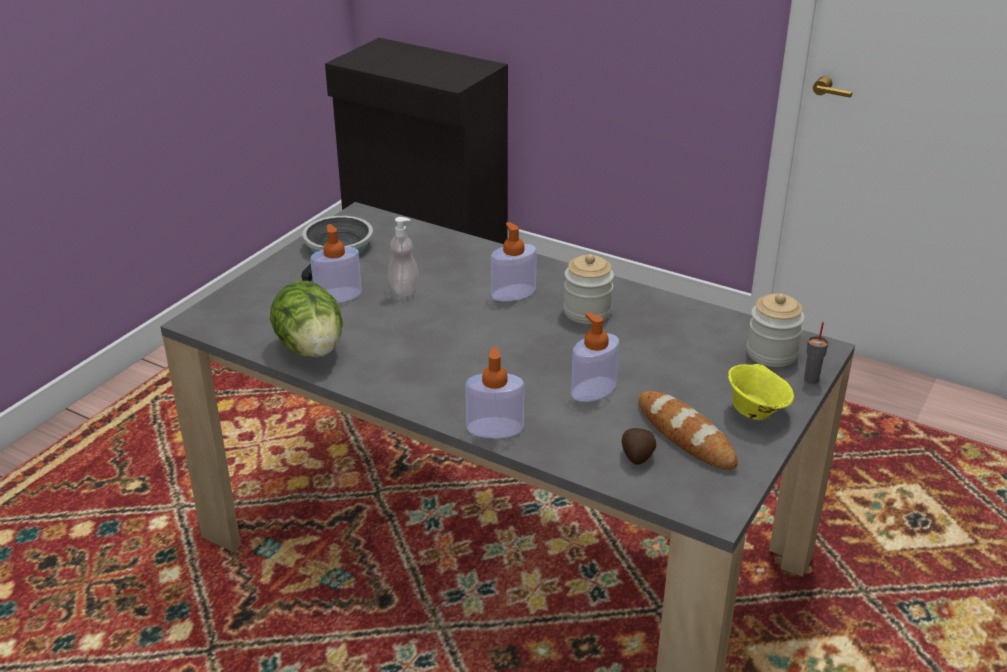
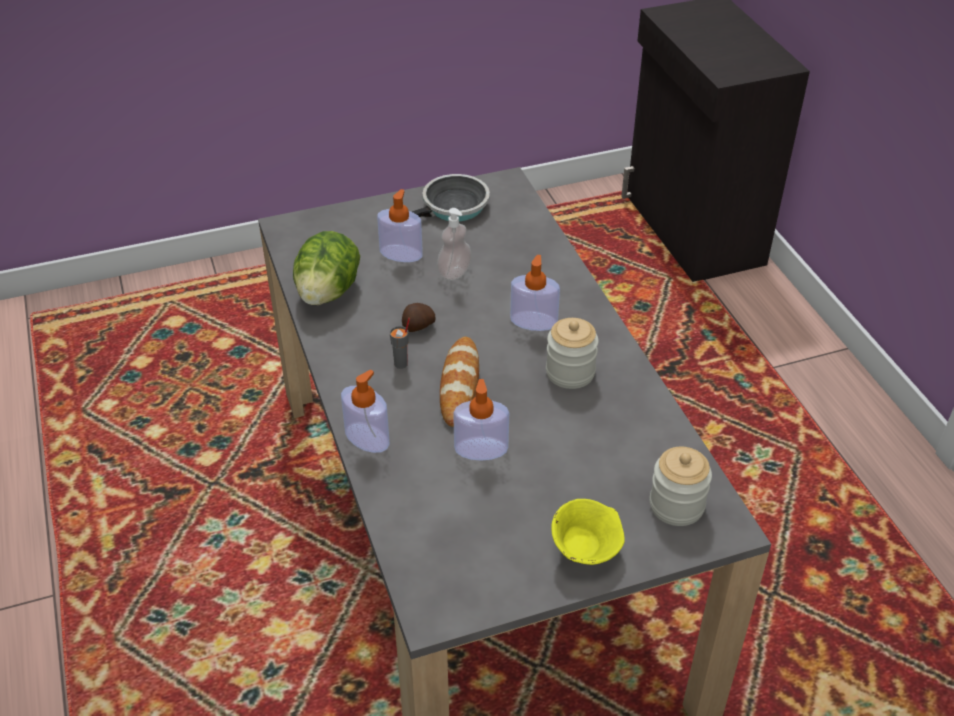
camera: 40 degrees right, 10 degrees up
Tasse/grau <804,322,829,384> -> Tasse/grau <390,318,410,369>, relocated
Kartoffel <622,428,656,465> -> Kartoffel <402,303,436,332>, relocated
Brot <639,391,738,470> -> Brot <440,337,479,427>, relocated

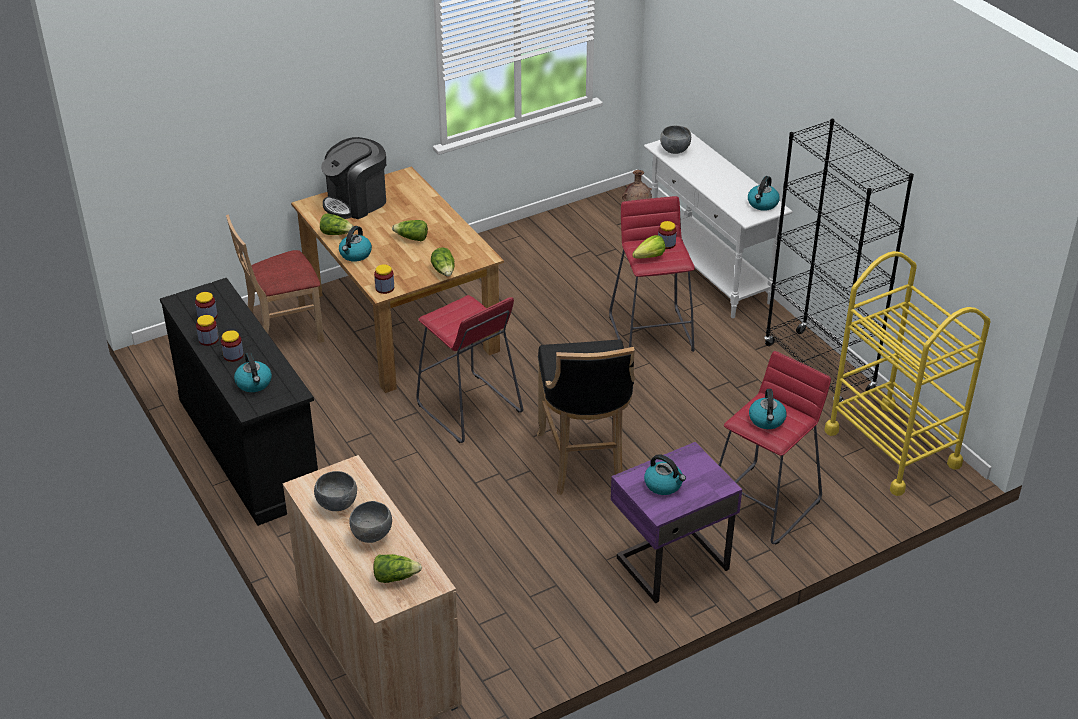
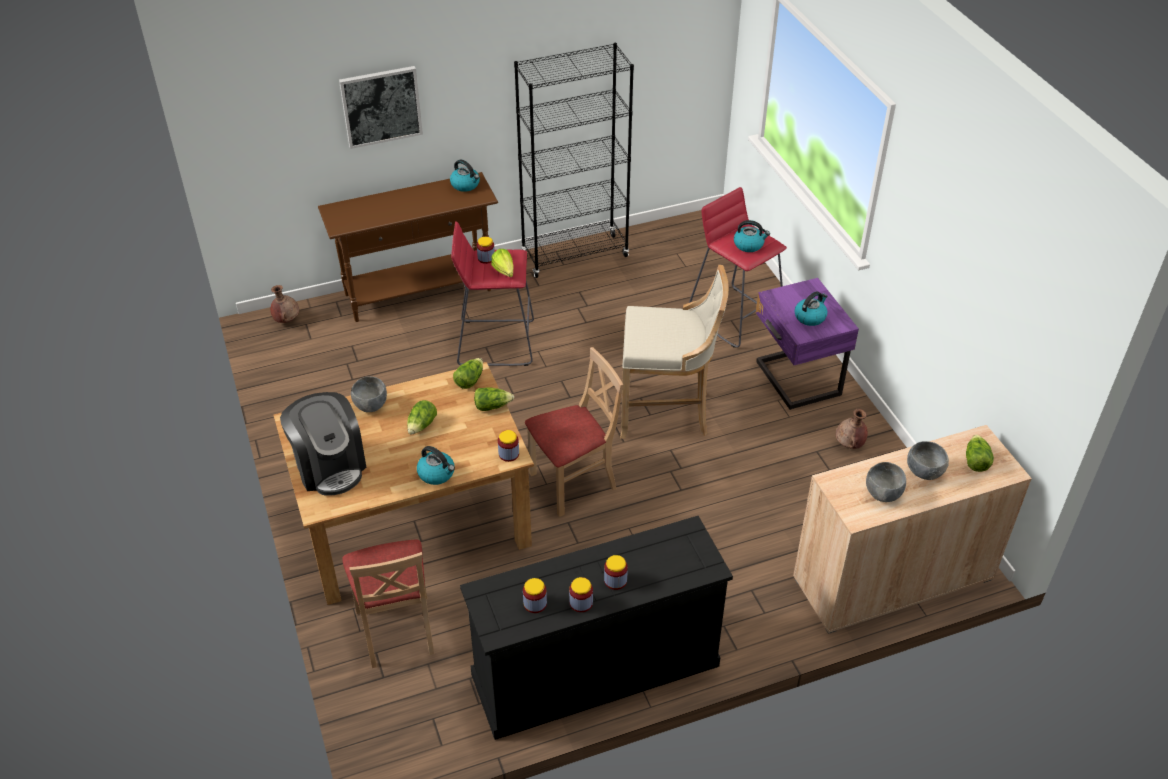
camera: 80 degrees left, 5 degrees up
Konsolentisch/weiß <644,132,793,318> -> Konsolentisch/braun <318,172,498,322>
none -> Bild <339,66,423,149>
Schüssel/grau <660,125,691,154> -> Schüssel/grau <351,376,387,412>, relocated
Salatkopf <320,213,354,235> -> Salatkopf <453,358,483,389>, relocated
Hocker/rot <416,295,523,443> -> Stuhl/beige <525,347,623,517>
Hocker/schwarz <537,340,635,495> -> Hocker/beige <620,265,729,439>
none -> Vase/braun <836,409,868,449>
Wasserkessel <234,352,272,392> -> none
Rollwagen/gelb <824,251,991,496> -> none

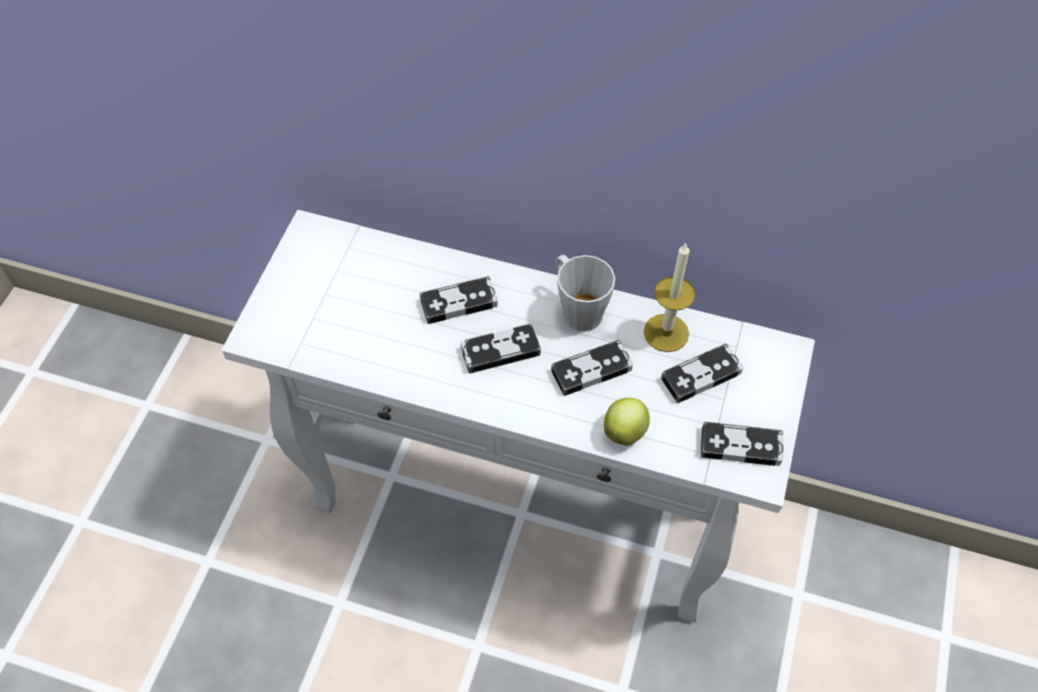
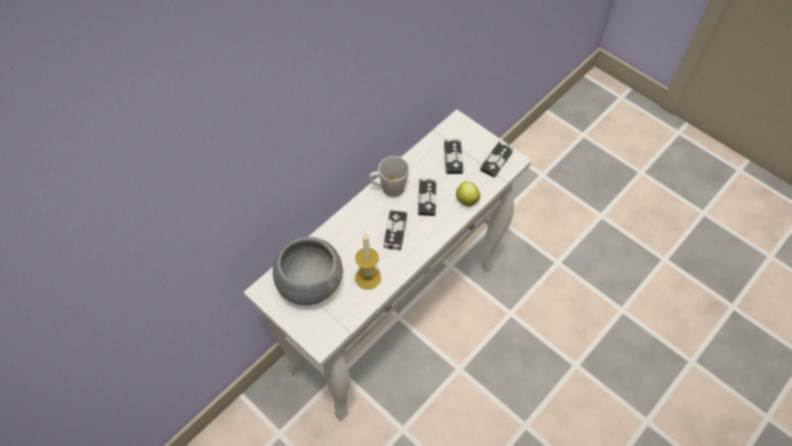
camera: 65 degrees left, 0 degrees up
none -> Schüssel/grau <273,237,343,305>
Kerze <644,242,695,352> -> Kerze <355,233,381,290>, relocated
Gamepad <420,276,498,324> -> none

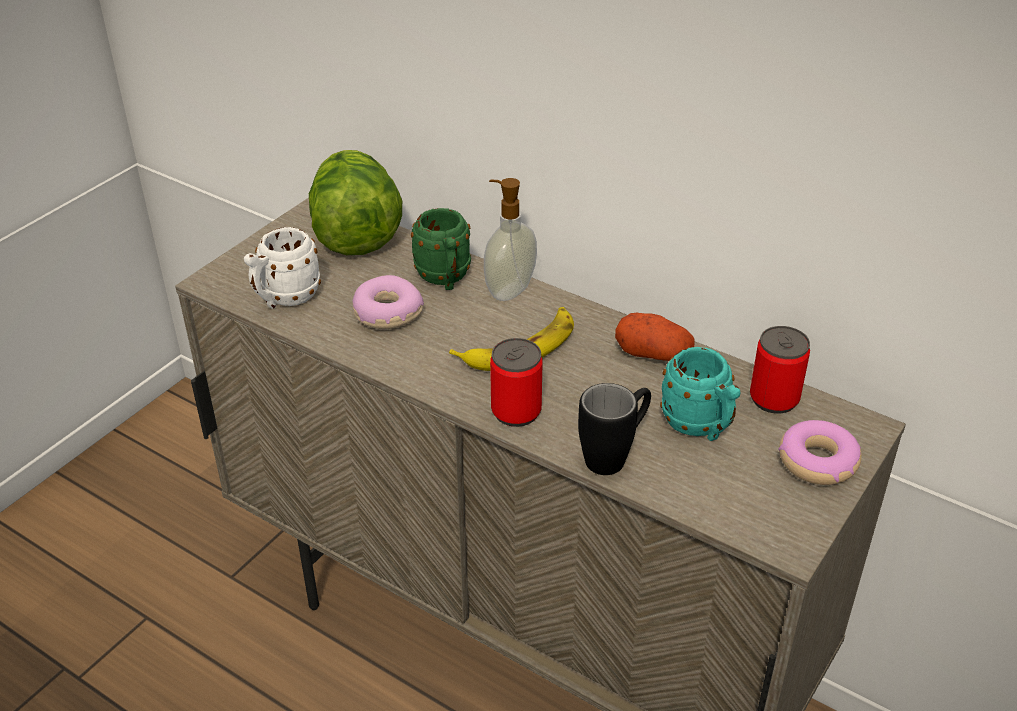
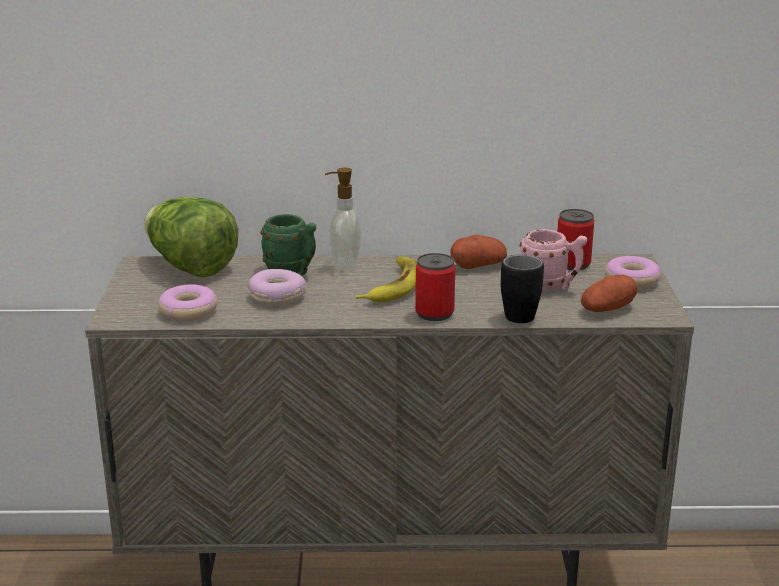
camera: 35 degrees left, 15 degrees down
Henkelbecher/weiß <244,227,321,309> -> Donut <158,285,217,321>
Henkelbecher/türkis <660,347,741,441> -> Henkelbecher/rosa <519,229,587,291>
none -> Kartoffel <581,274,638,312>

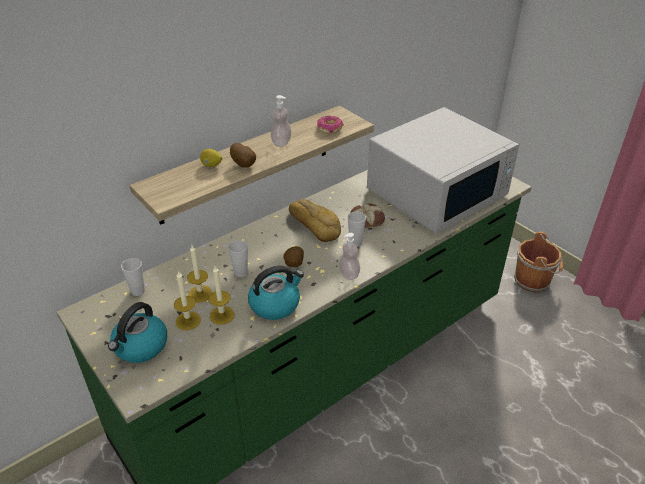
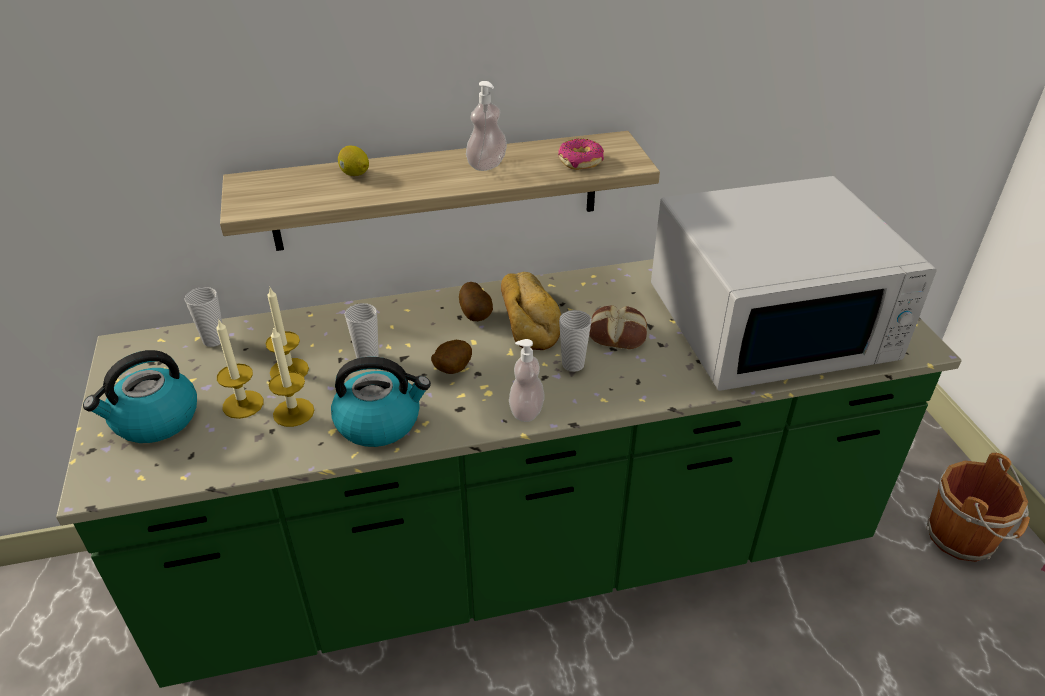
camera: 25 degrees right, 0 degrees up
Kartoffel <230,143,256,168> -> Kartoffel <459,282,493,321>, relocated

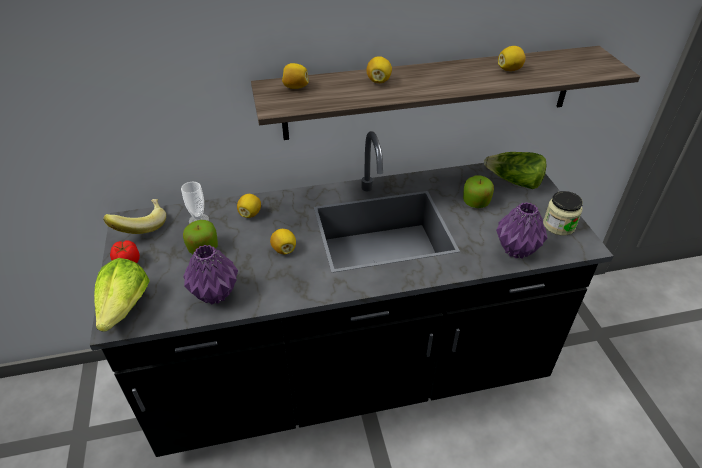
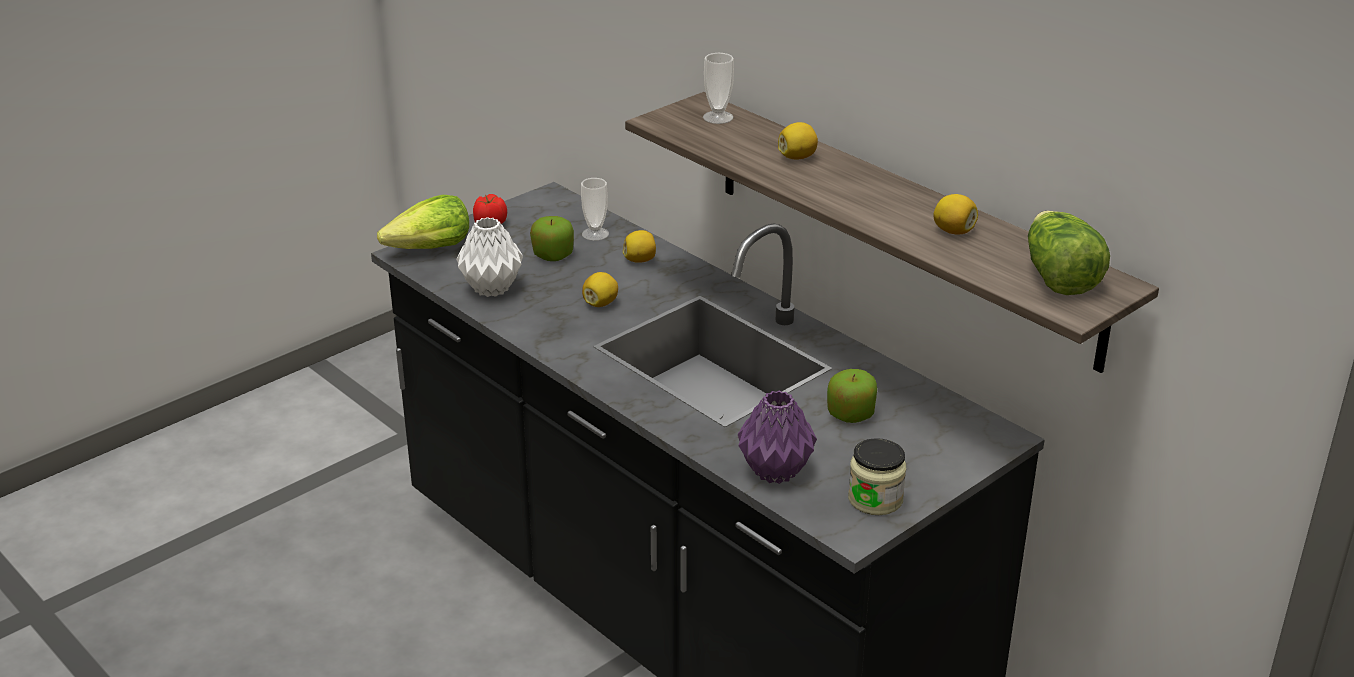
camera: 60 degrees right, 10 degrees down
Vase/lila <183,245,238,305> -> Vase/weiß <456,217,523,297>
Zitrone <282,63,309,89> -> Tasse <703,53,734,124>
Salatkopf <484,152,547,189> -> Salatkopf <1028,211,1110,295>, relocated
Banane <103,199,166,234> -> none

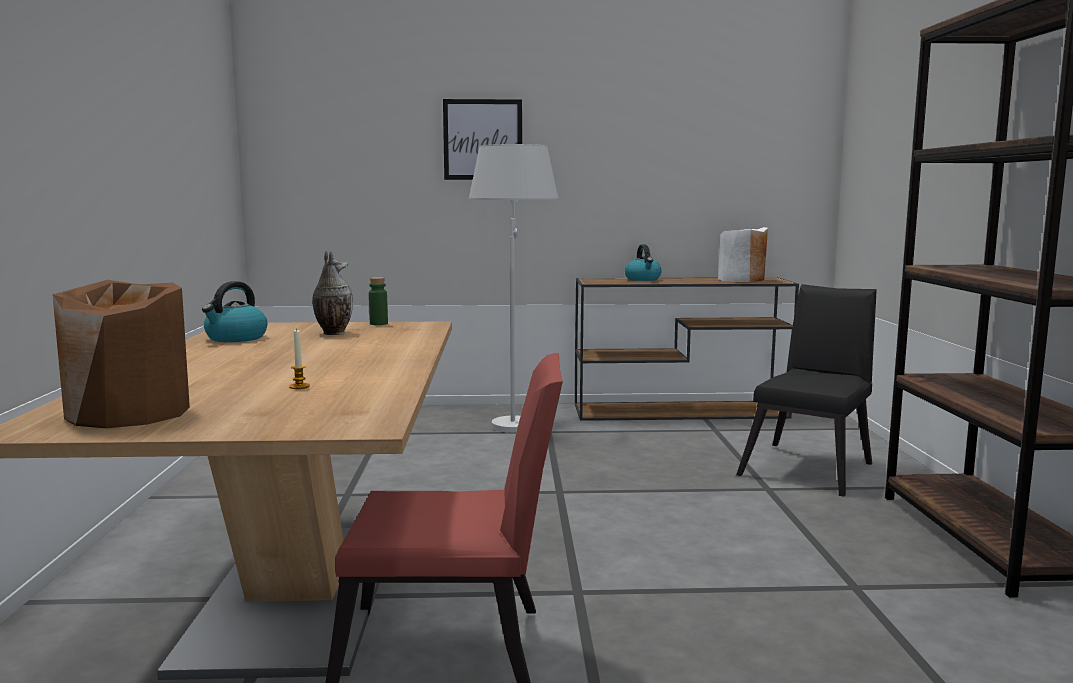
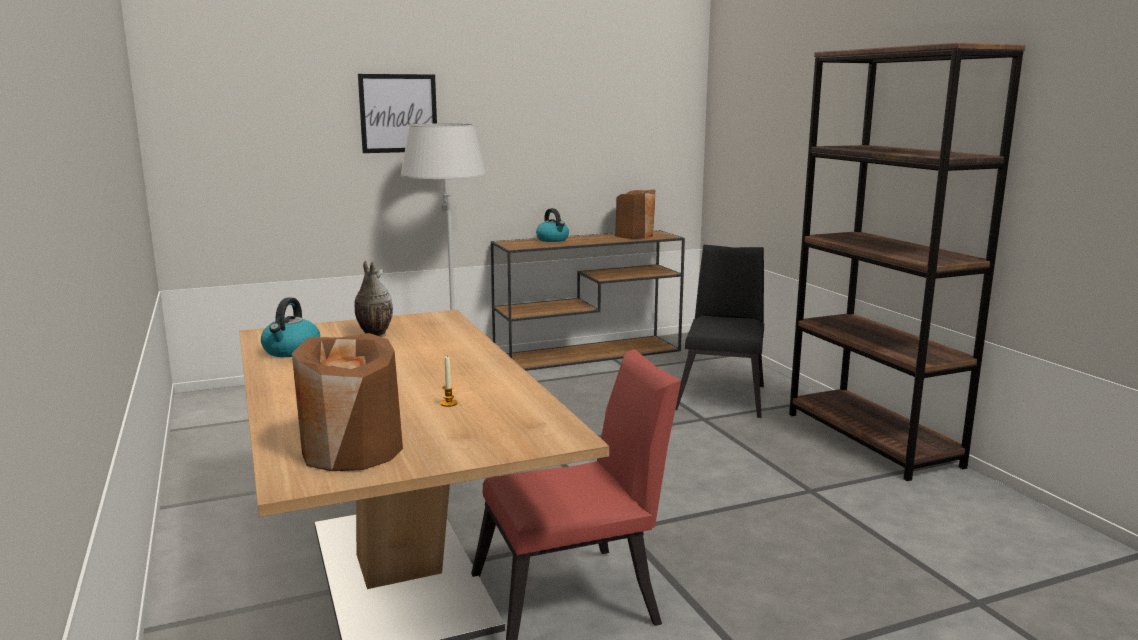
camera: 20 degrees left, 5 degrees up
Vase/weiß <718,227,768,282> -> Vase/braun <615,189,656,239>
Flasche/grün <369,277,388,325> -> none

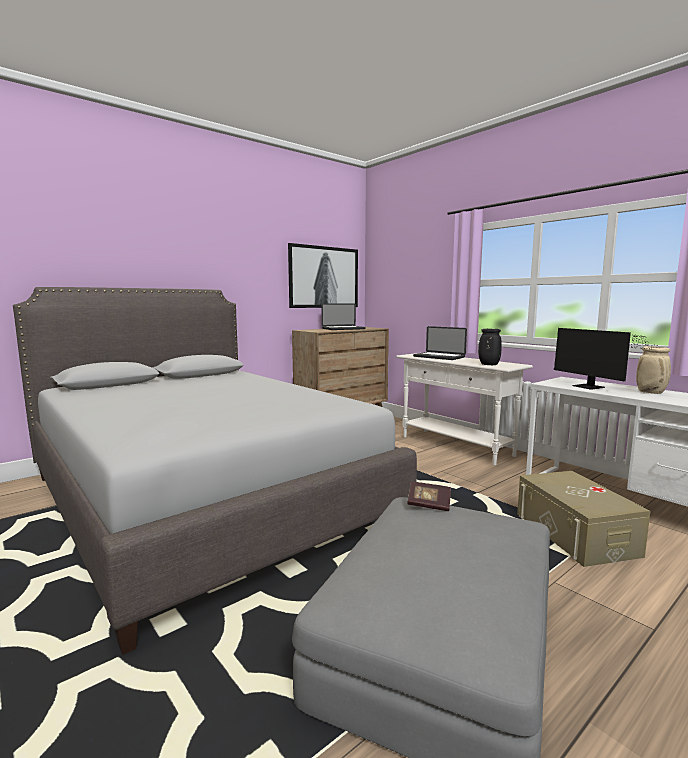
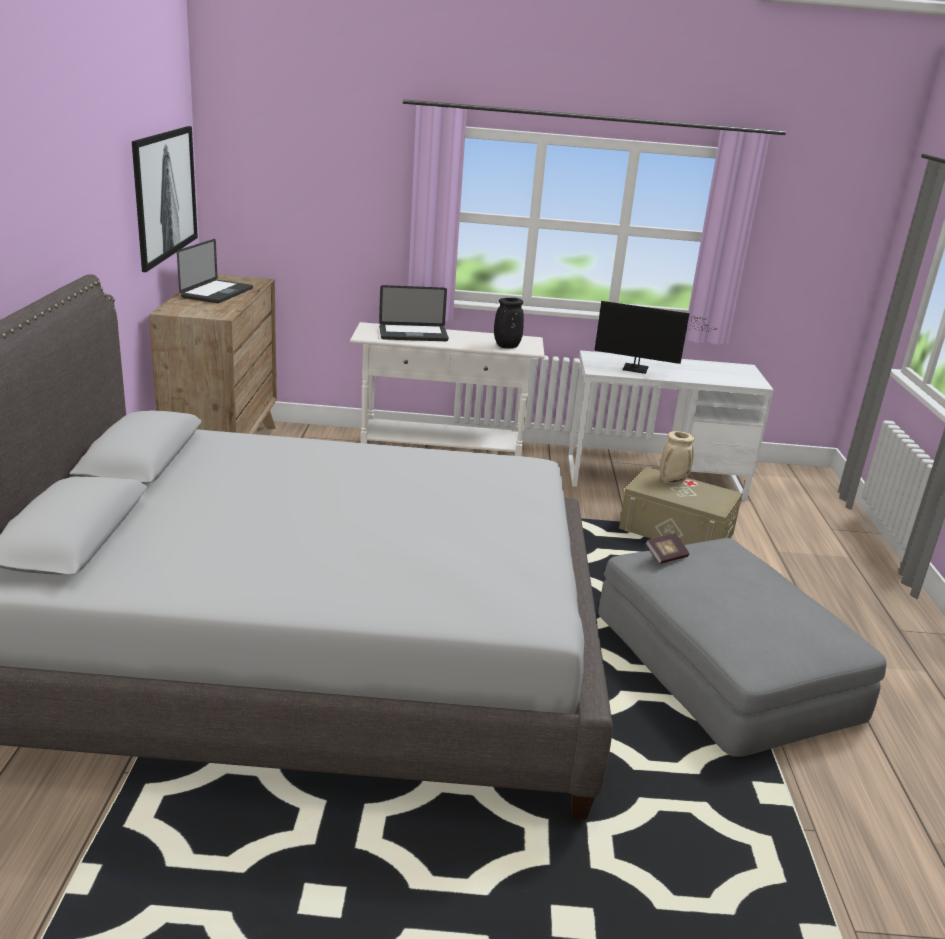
camera: 50 degrees left, 15 degrees up
Vase/beige <636,346,671,394> -> Vase/beige <659,431,694,484>, relocated

